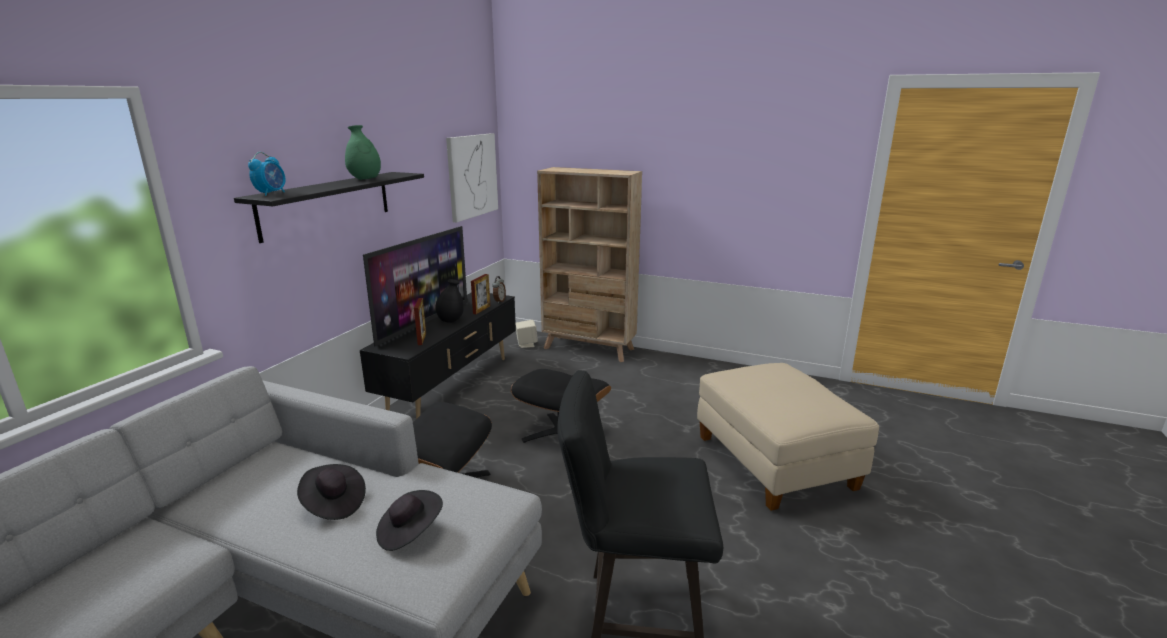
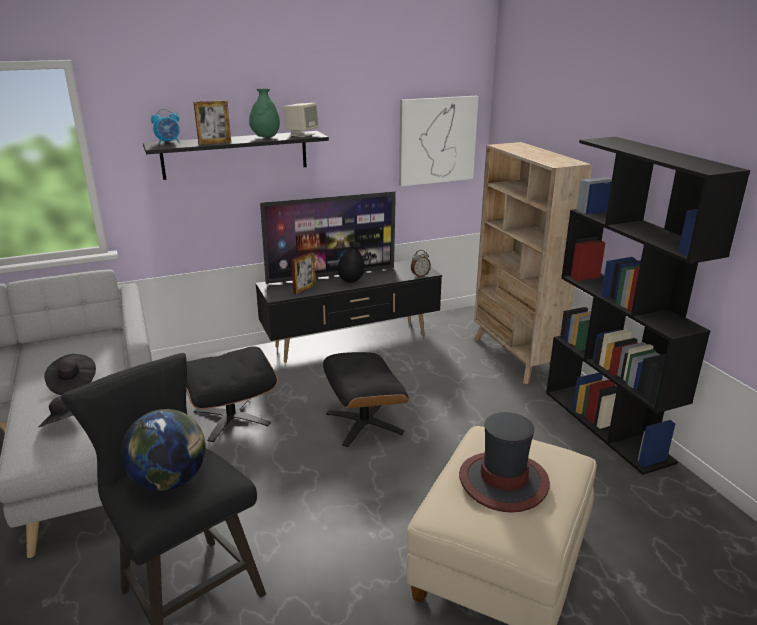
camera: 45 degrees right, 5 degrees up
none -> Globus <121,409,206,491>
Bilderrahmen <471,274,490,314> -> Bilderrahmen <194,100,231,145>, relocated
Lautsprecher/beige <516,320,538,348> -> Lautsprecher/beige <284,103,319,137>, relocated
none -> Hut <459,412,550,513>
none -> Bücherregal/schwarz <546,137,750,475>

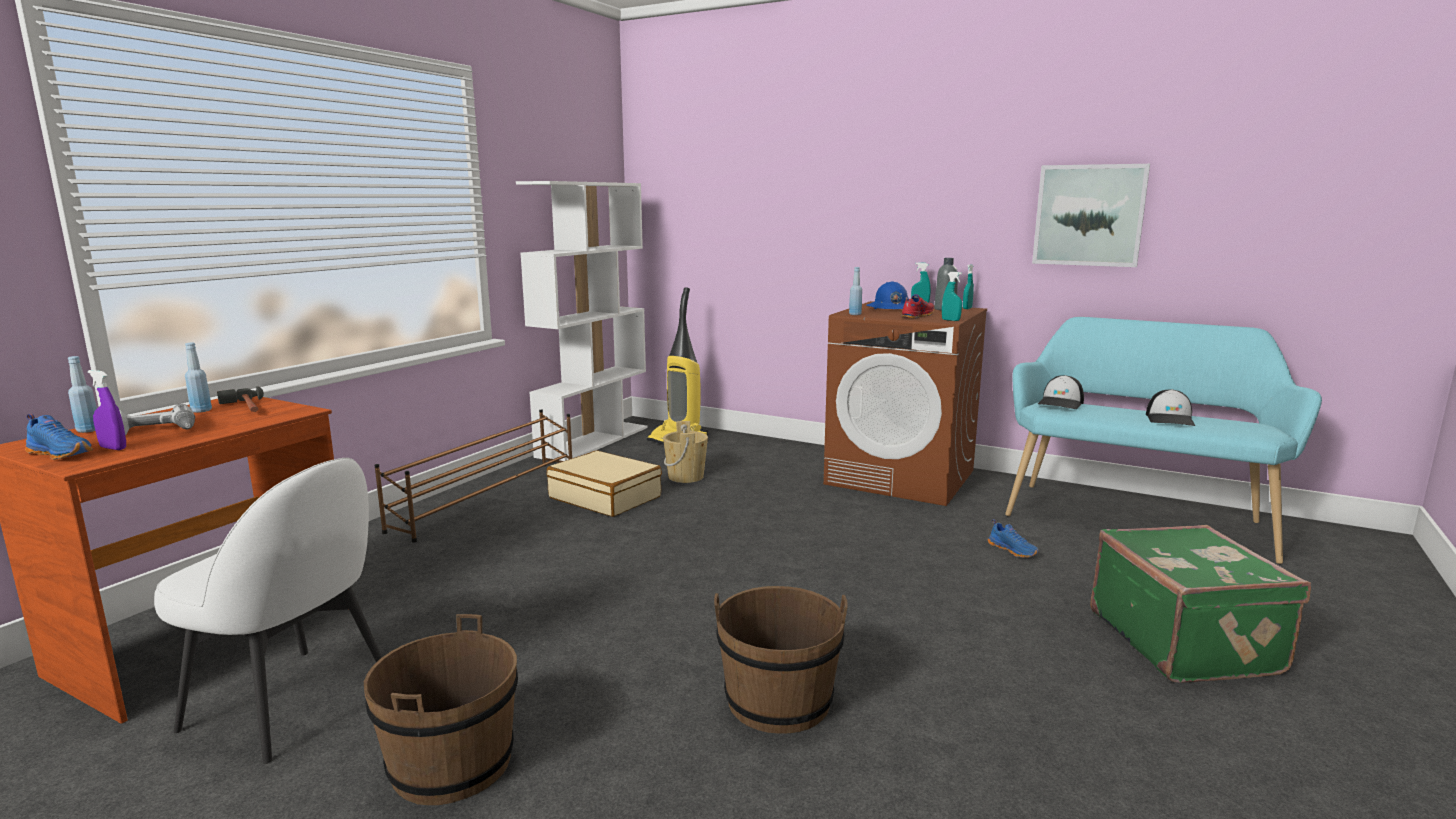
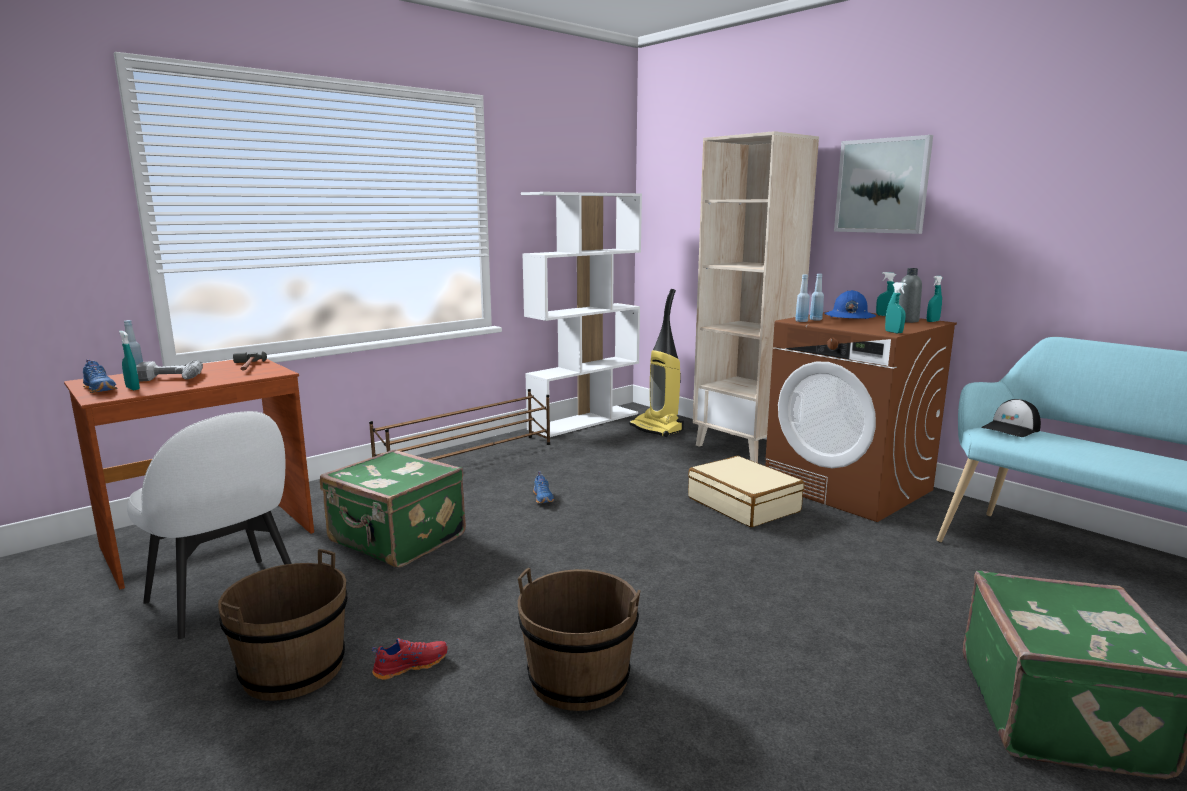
camera: 20 degrees right, 0 degrees up
Sprühflasche/lila <88,370,126,450> -> Sprühflasche/türkis <119,331,140,390>
none -> Koffer/grün <320,449,466,567>
Schuh/rot <901,294,934,318> -> Schuh/rot <371,638,448,680>, relocated
Schuh/blau <988,519,1039,558> -> Schuh/blau <533,471,554,503>, relocated
Koffer/beige <547,450,662,517> -> Koffer/beige <688,456,804,527>, relocated
none -> Bücherregal/beige <693,131,819,463>
Flasche/blau <185,343,212,413> -> Flasche/blau <810,274,824,321>, relocated
Bild <1032,164,1150,267> -> Bild <834,135,933,234>, relocated
Eimer/beige <663,421,708,483> -> none
Kappe <1146,389,1195,426> -> none

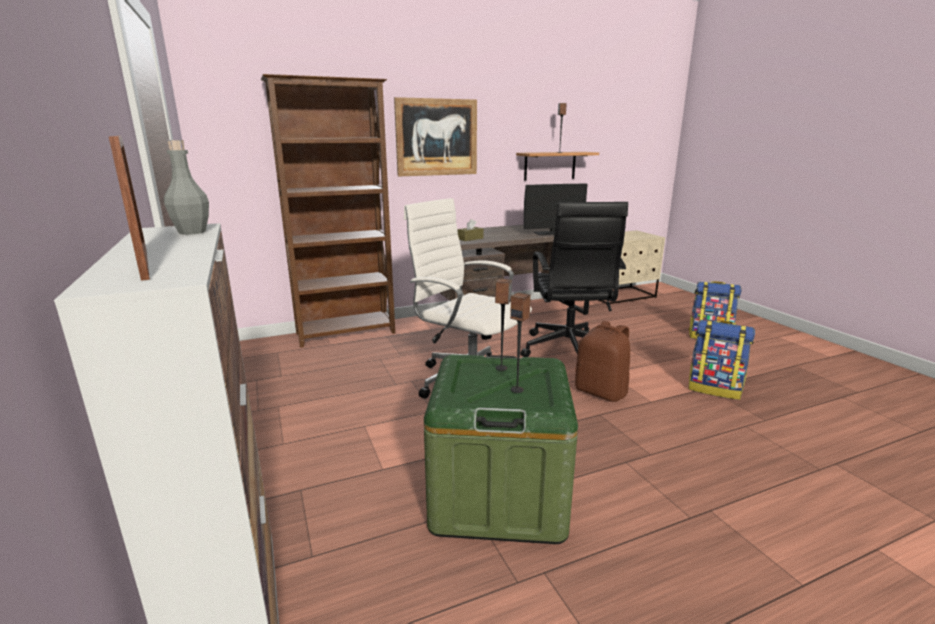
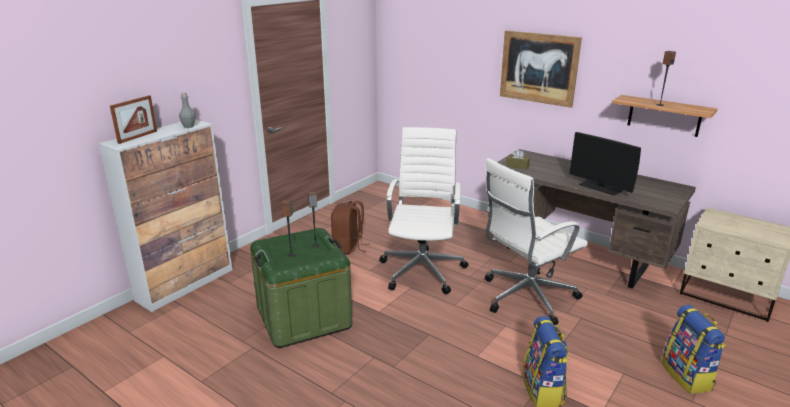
camera: 60 degrees right, 5 degrees up
Rucksack/braun <575,321,630,402> -> Rucksack/braun <331,201,370,255>, relocated
Bürostuhl/schwarz <521,202,628,357> -> Bürostuhl/weiß <485,158,588,325>
Bücherregal/braun <261,74,395,348> -> none

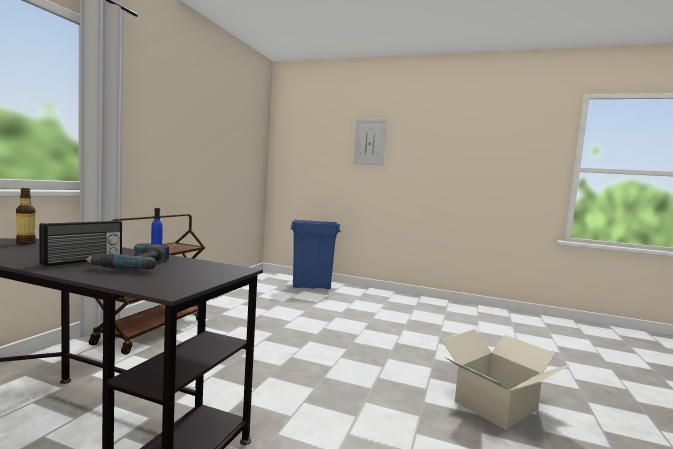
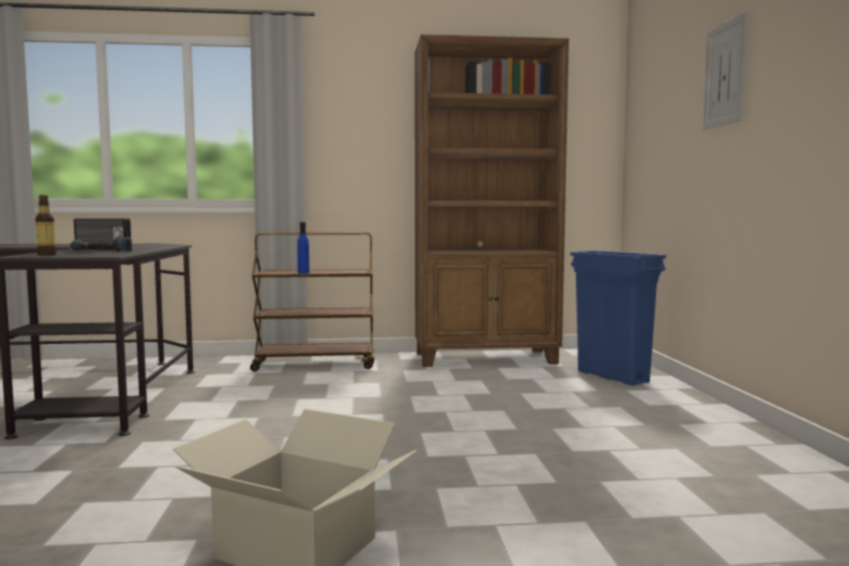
camera: 65 degrees right, 0 degrees up
Flasche <16,188,36,245> -> Flasche <35,195,56,256>, relocated
none -> Bücherregal/braun <415,34,569,367>

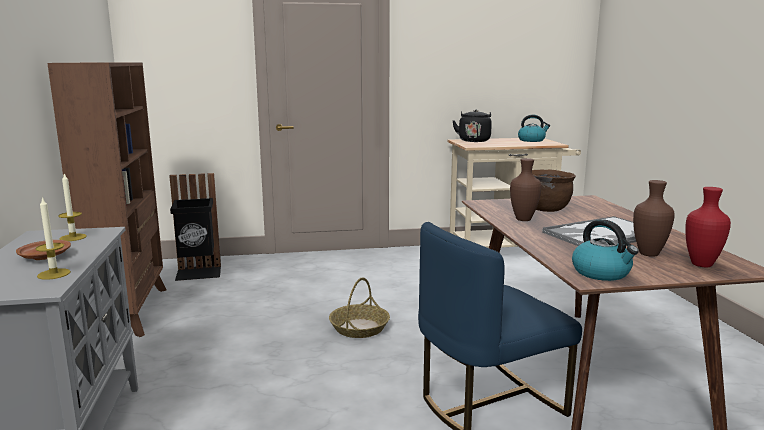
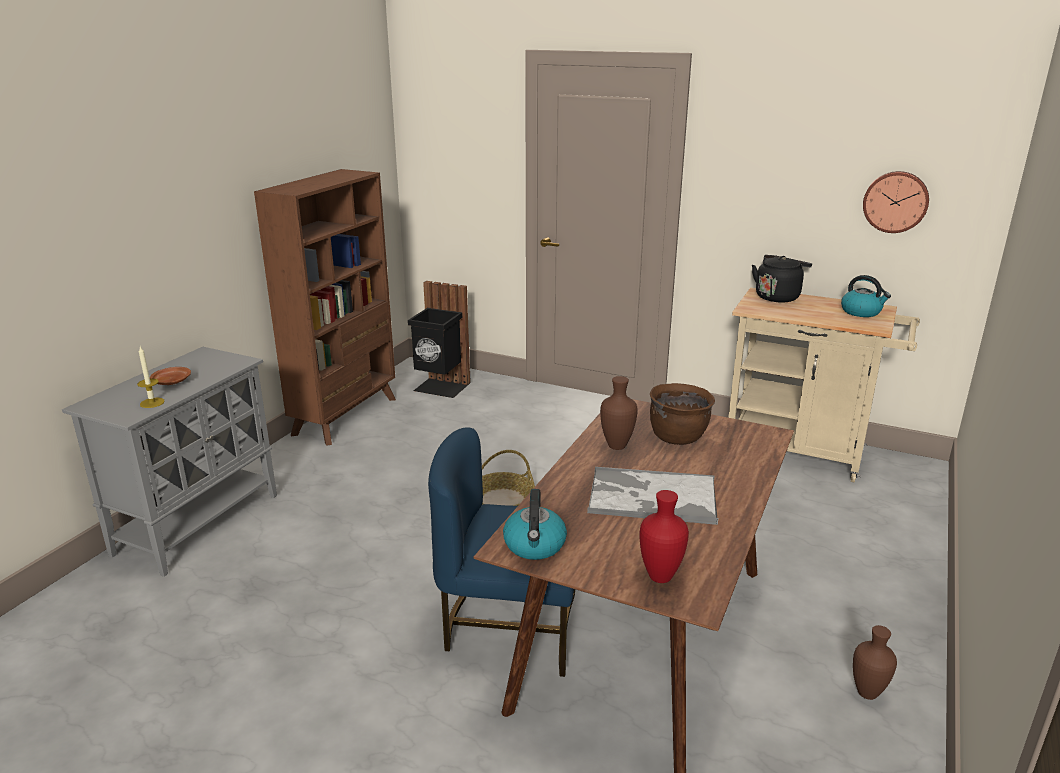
camera: 35 degrees right, 10 degrees up
Vase/braun <633,180,675,257> -> Vase/braun <853,625,897,700>, relocated
none -> Wanduhr <863,171,929,233>
Kerze <58,174,87,241> -> none

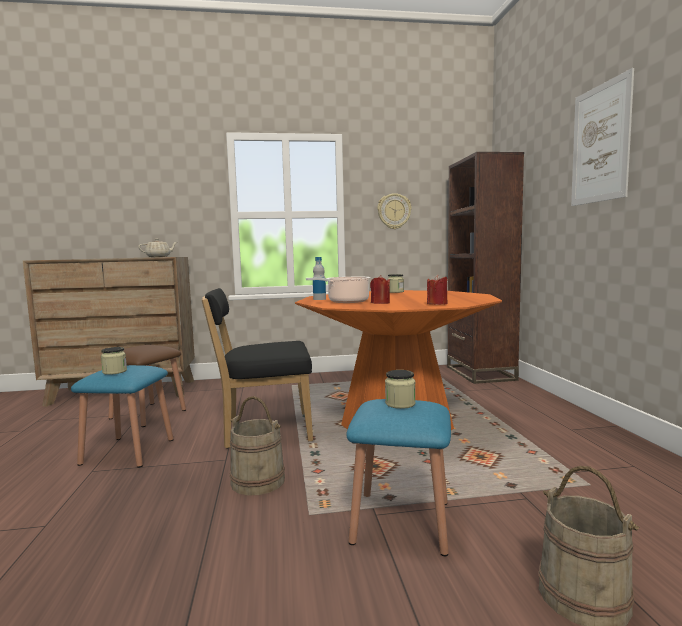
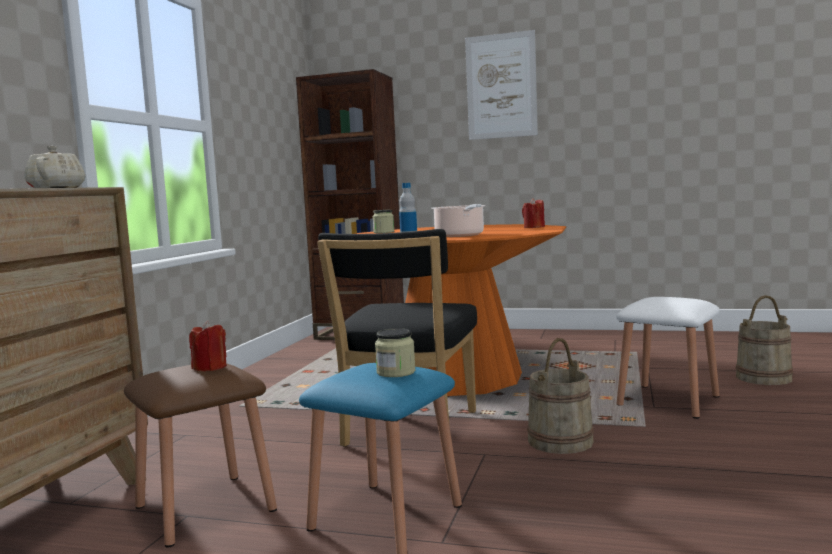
camera: 65 degrees left, 0 degrees up
Kerze/rot <370,275,390,304> -> Kerze/rot <189,321,227,371>, relocated
Hocker/blau <346,399,451,556> -> Hocker/weiß <617,297,720,419>
Wanduhr <377,193,412,229> -> none
Vorratsglas <385,370,416,409> -> none

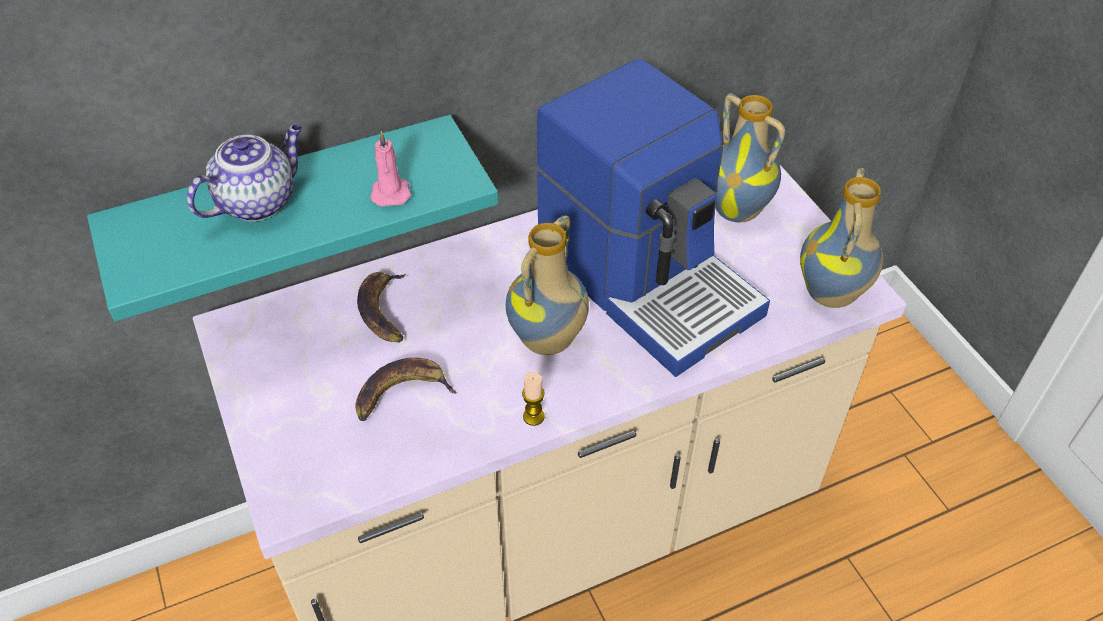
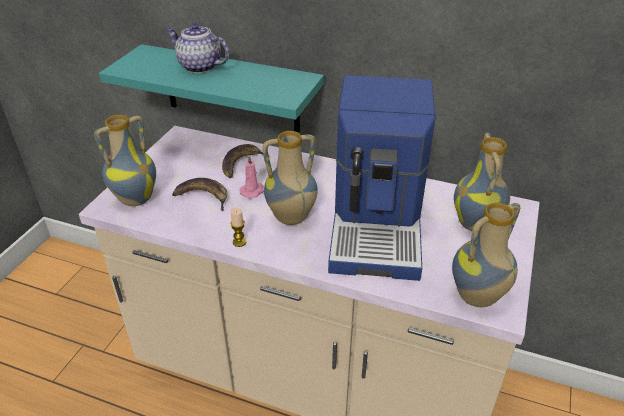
camera: 45 degrees right, 10 degrees down
none -> Vase <94,115,156,206>
Teekanne <187,125,302,222> -> Teekanne <166,23,229,73>, 150 degrees counterclockwise
Kerze/rosa <370,131,411,206> -> Kerze/rosa <239,155,264,199>, relocated

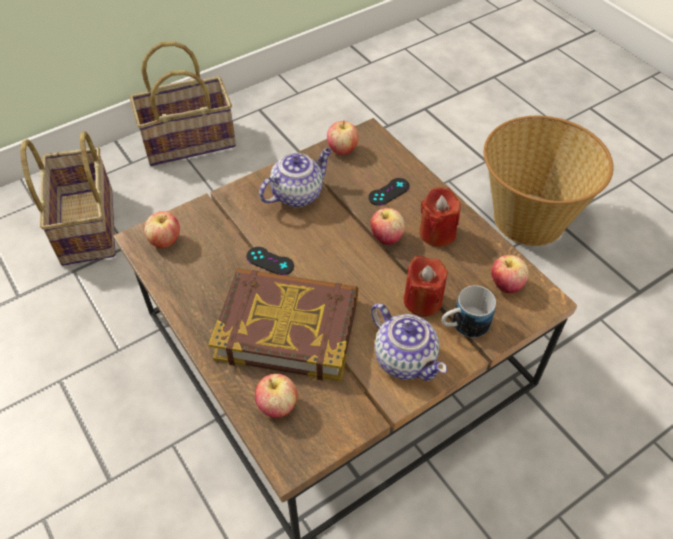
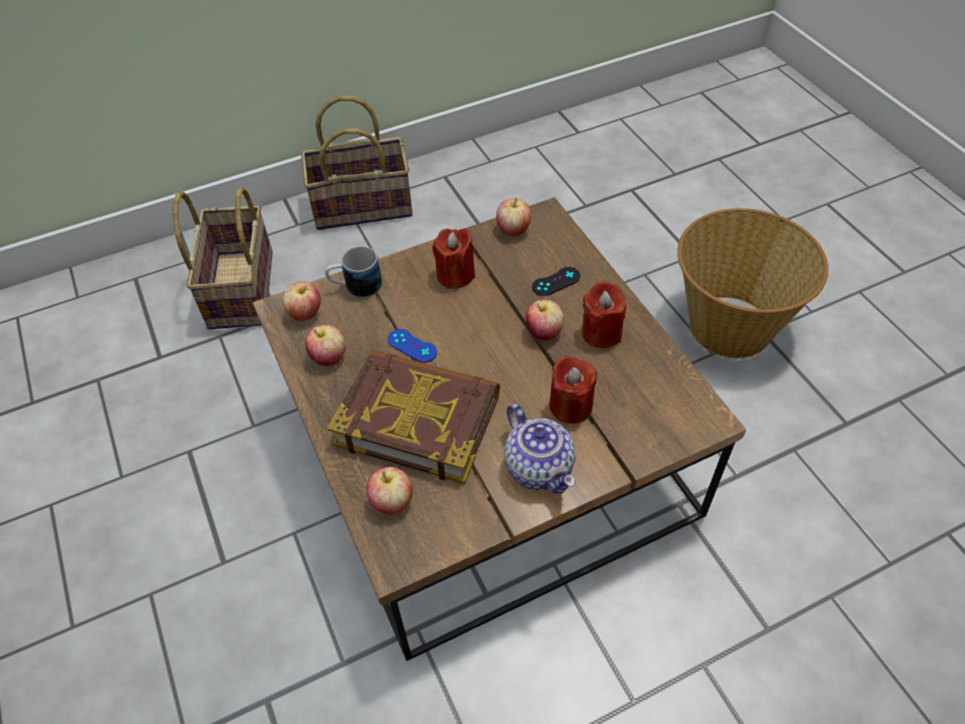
camera: 10 degrees right, 0 degrees up
Apfel <491,255,529,293> -> Apfel <305,325,345,366>, relocated
Henkelbecher <442,285,496,338> -> Henkelbecher <325,246,382,297>, relocated
Gamepad/schwarz <246,247,294,275> -> Gamepad/blau <387,329,437,363>
Teekanne <259,148,332,208> -> Kerze/rot <432,229,475,289>

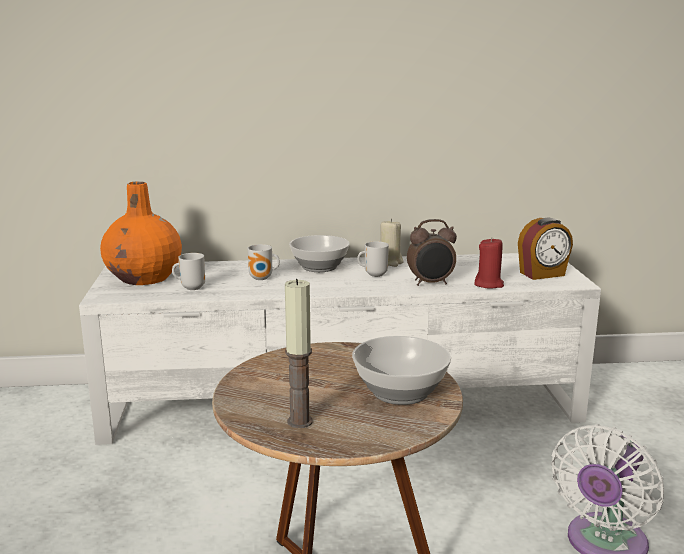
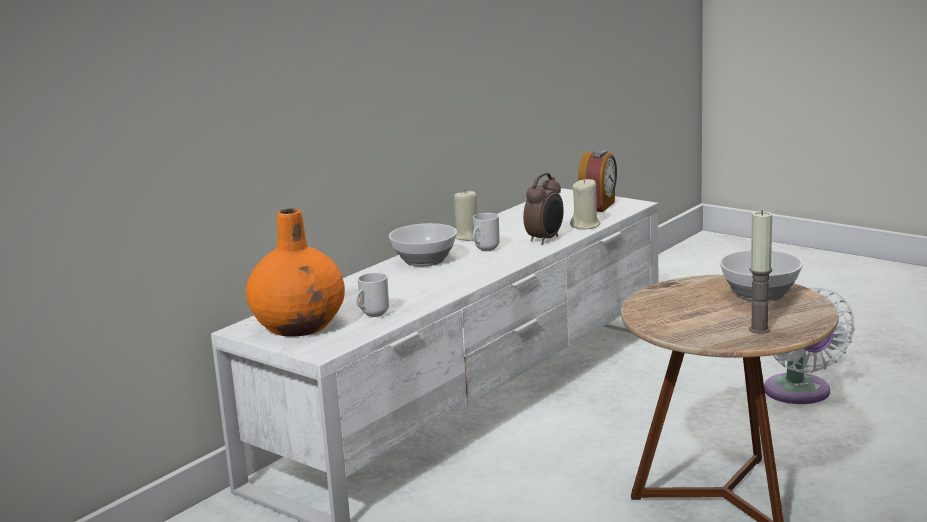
camera: 45 degrees left, 0 degrees up
Kerze/rot <474,237,504,288> -> Kerze/beige <570,178,600,230>
Henkelbecher <248,244,280,280> -> none

